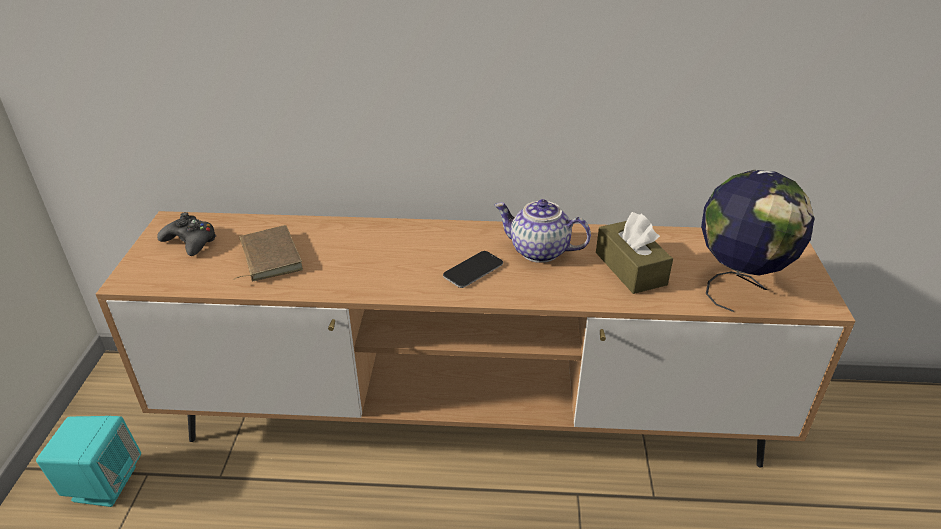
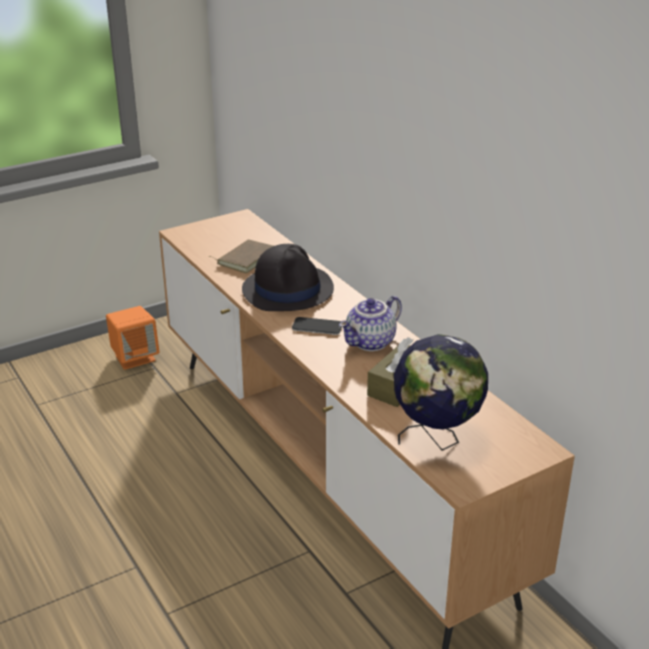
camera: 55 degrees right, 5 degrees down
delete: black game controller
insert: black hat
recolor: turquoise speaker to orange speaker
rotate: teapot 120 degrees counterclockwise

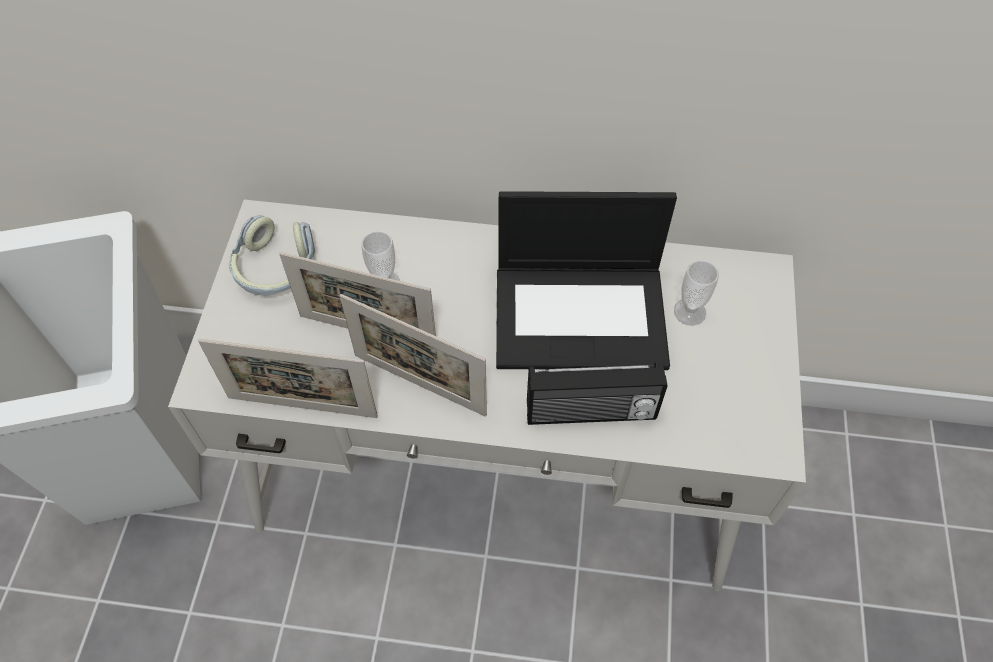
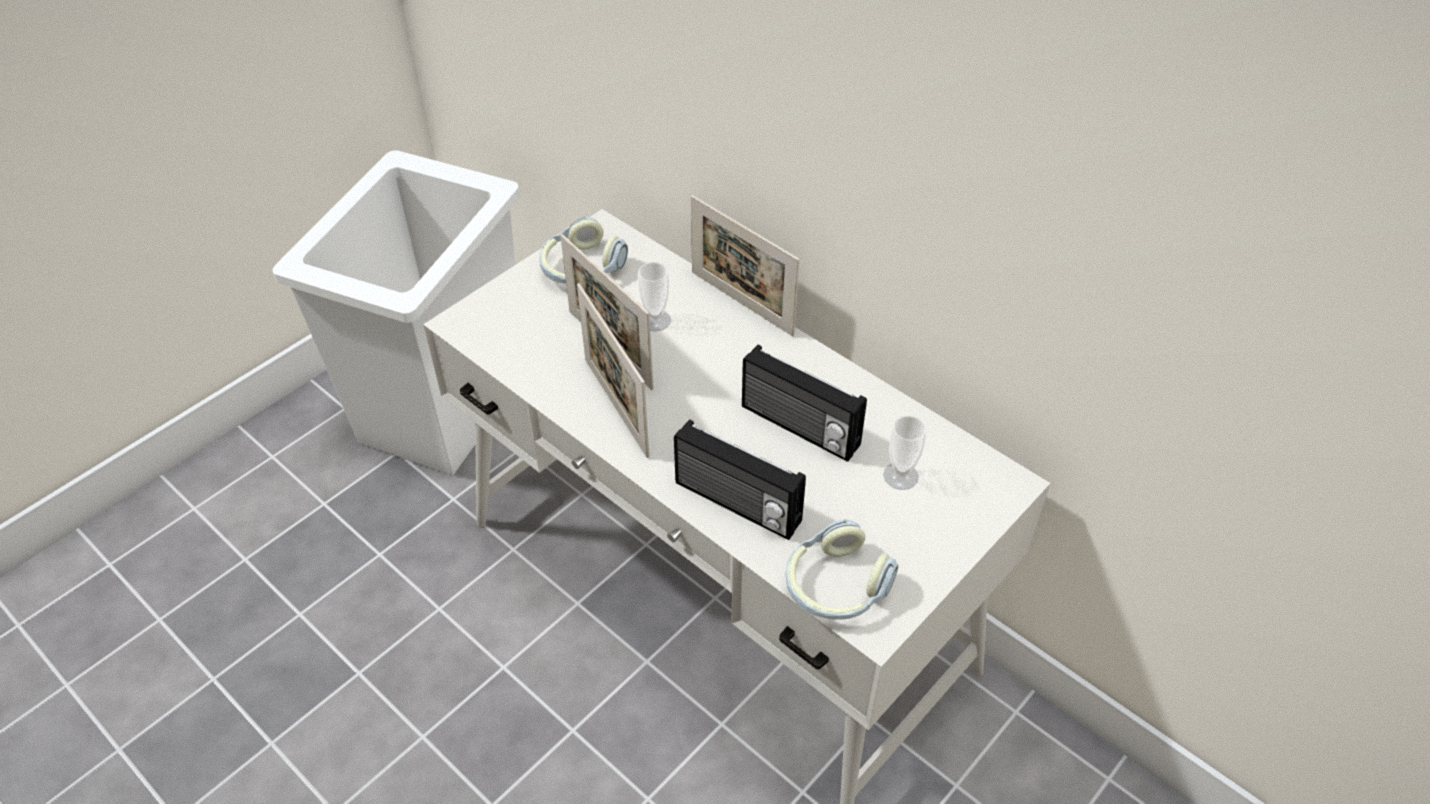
camera: 35 degrees right, 10 degrees down
insert: headphones (2nd from left)
move: picture frame (1st from left in the first image) to picture frame (3rd from left)
replace: laptop to radio (2nd from left)

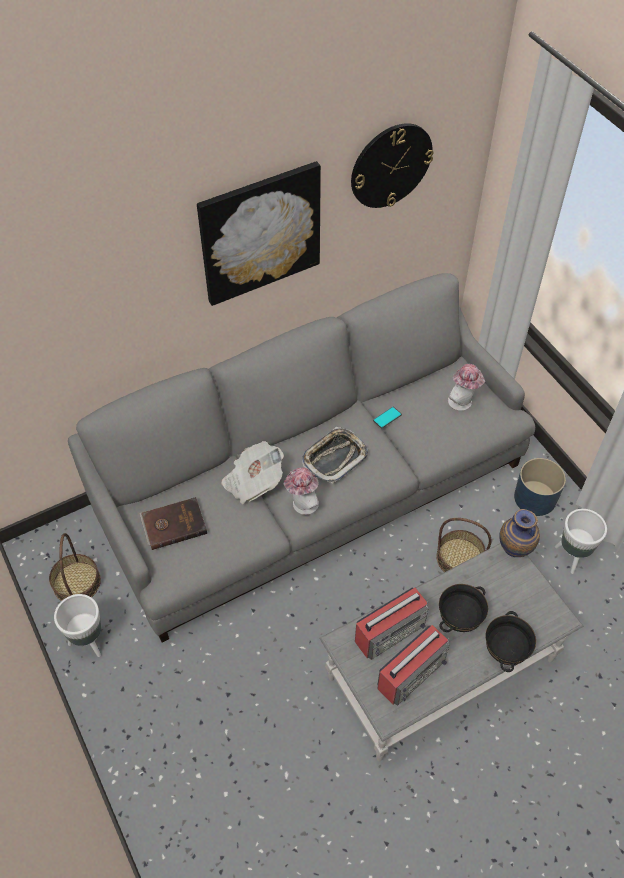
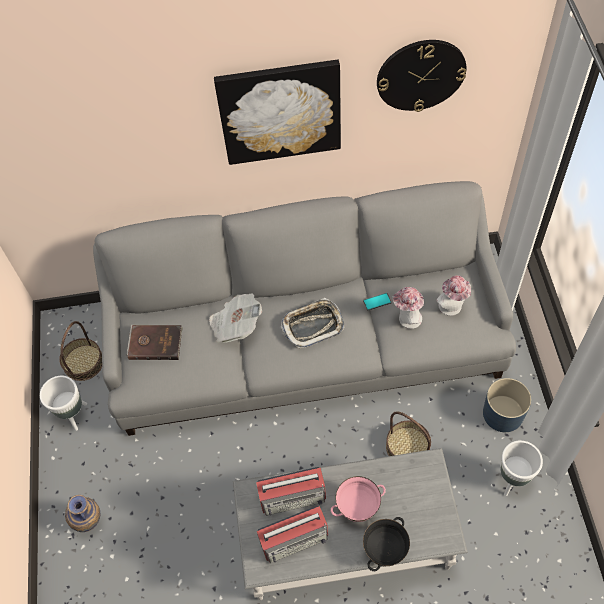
camera: 25 degrees right, 5 degrees up
move: hat (1st from left); vase
recolor: black bowl (1st from left) to pink bowl

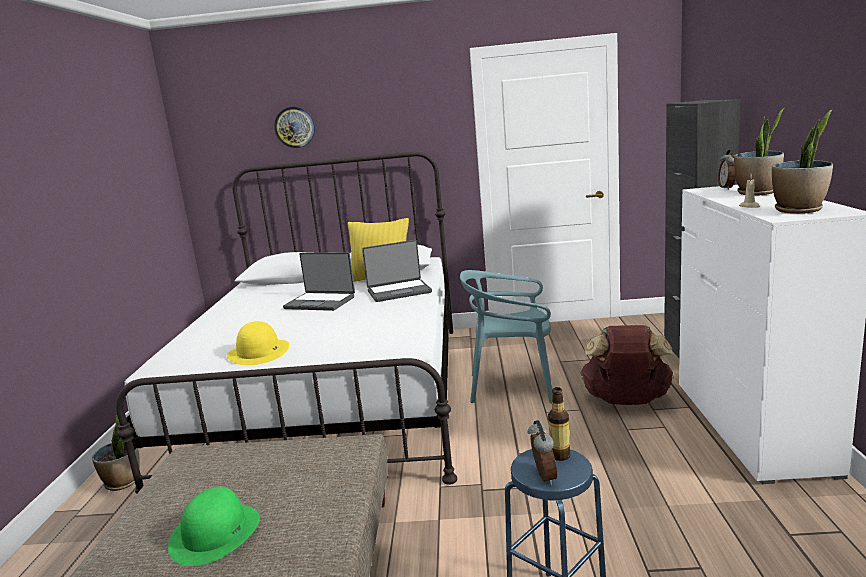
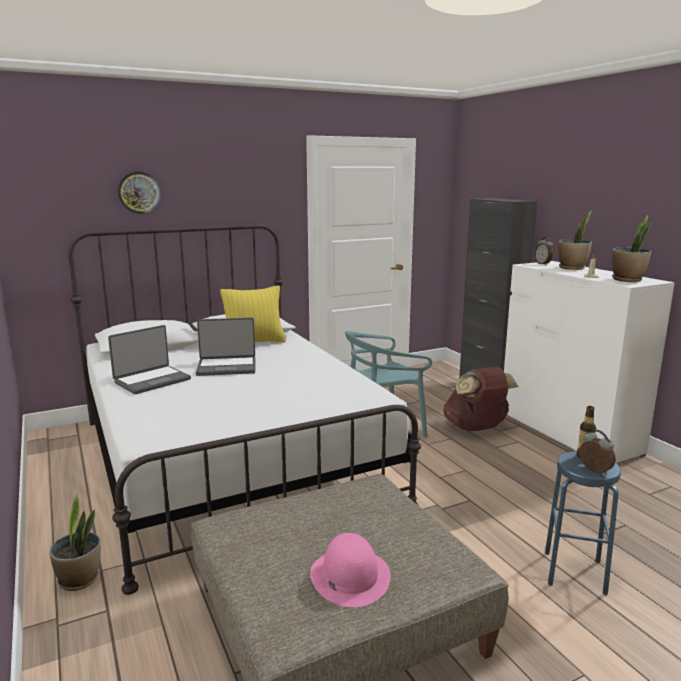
camera: 30 degrees left, 0 degrees up
delete: yellow hat
move: laptop (2nd from left in the first image) to laptop (1st from left)
recolor: green hat to pink hat

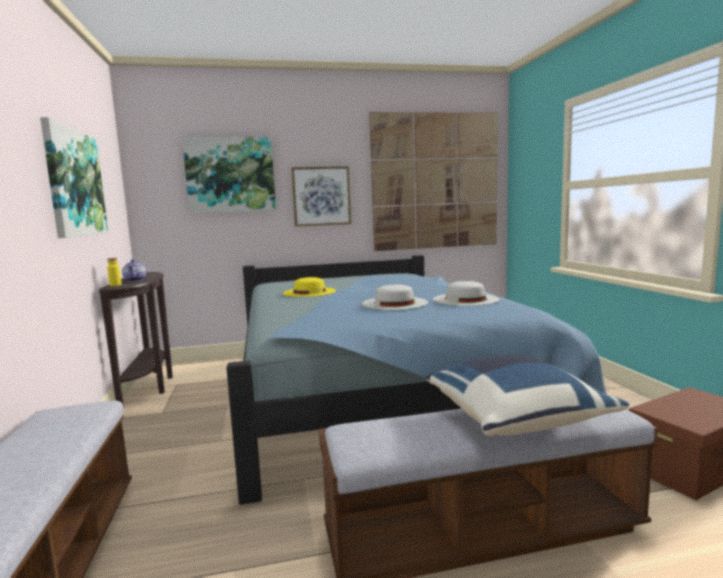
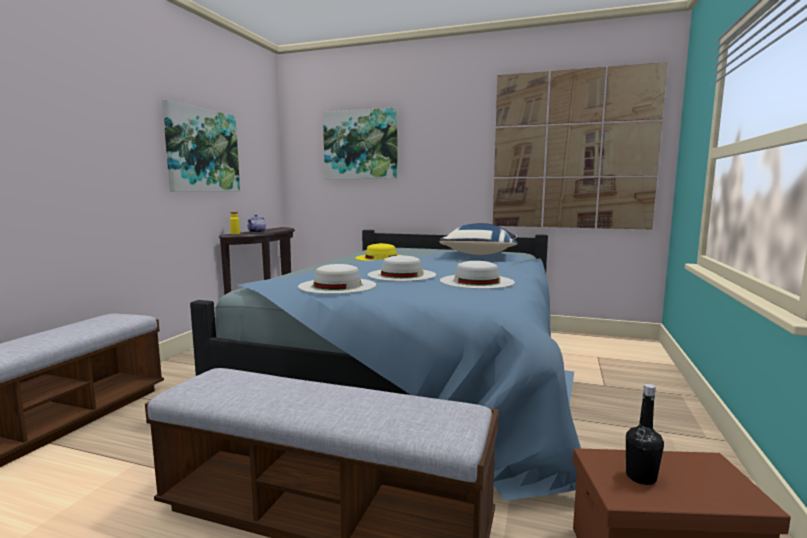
camera: 30 degrees right, 0 degrees up
delete: picture (3rd from left)
insert: white hat (1st from left); black bottle
move: blue pillow

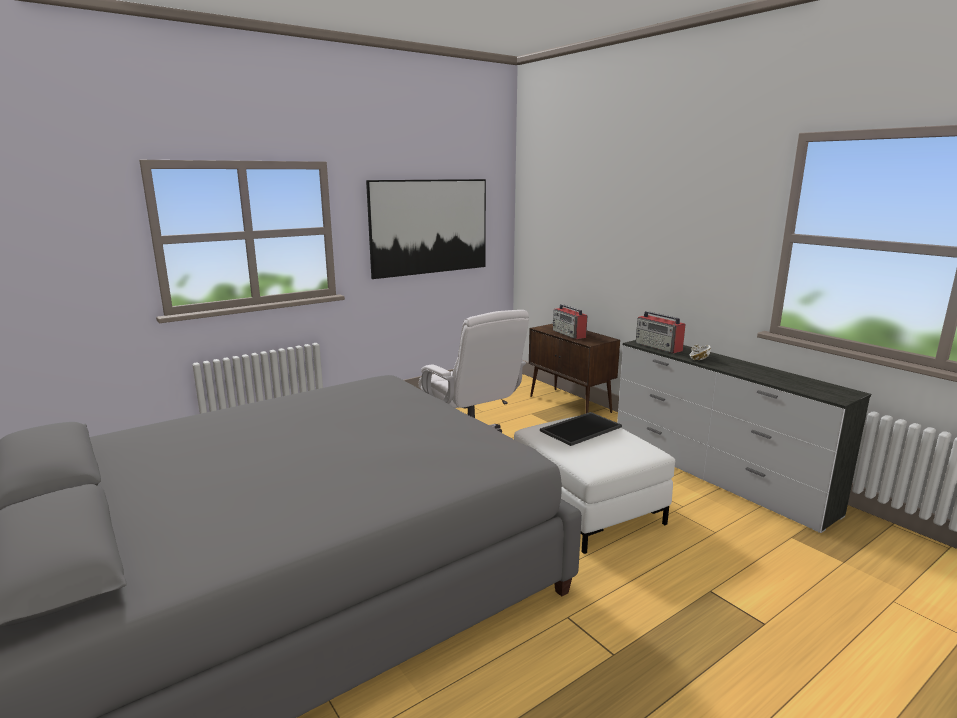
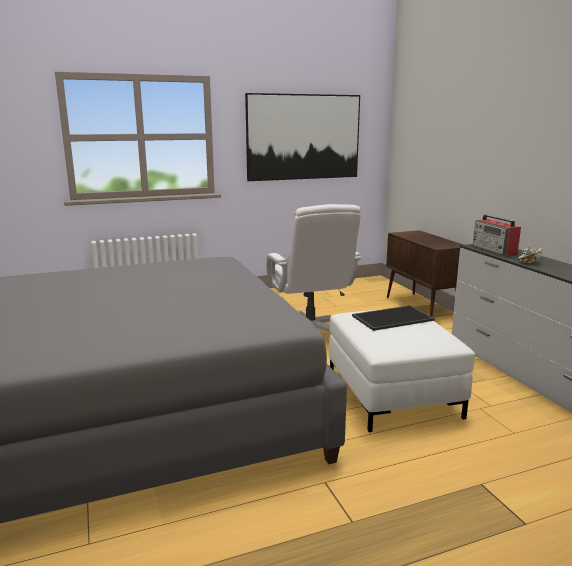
camera: 15 degrees right, 0 degrees up
delete: radio (1st from left)

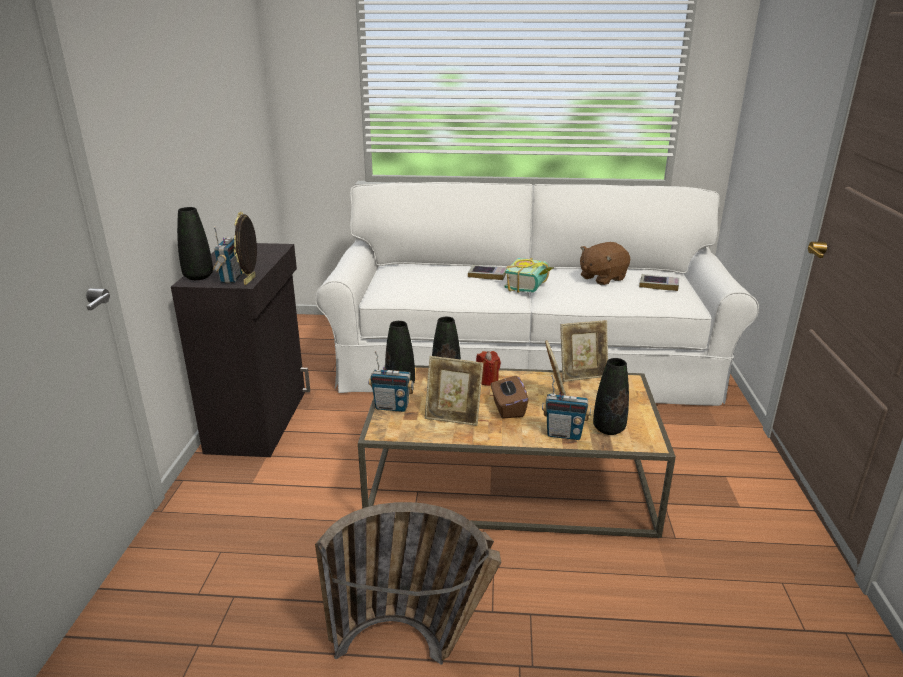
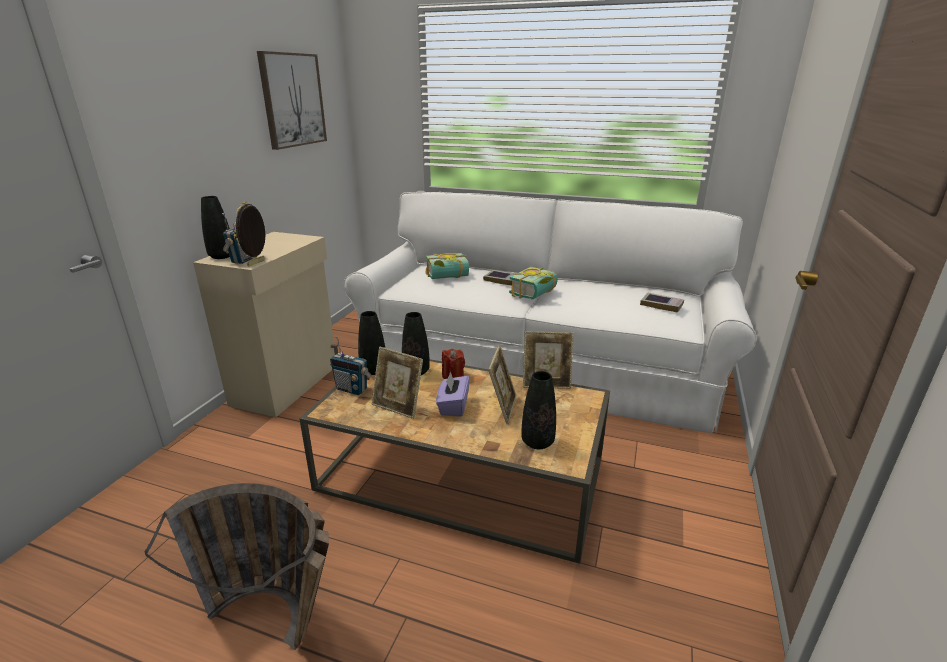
camera: 15 degrees right, 0 degrees up
delete: radio (3rd from left); brown plush toy
insert: picture; book (1st from left)
recolor: black cabinet to beige cabinet; brown tissue box to purple tissue box

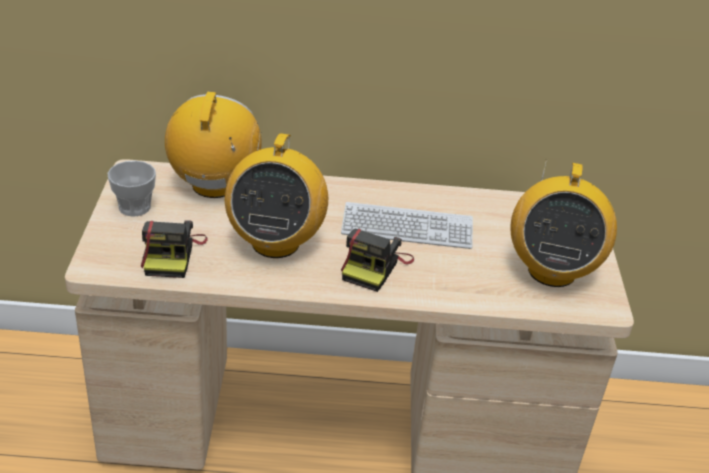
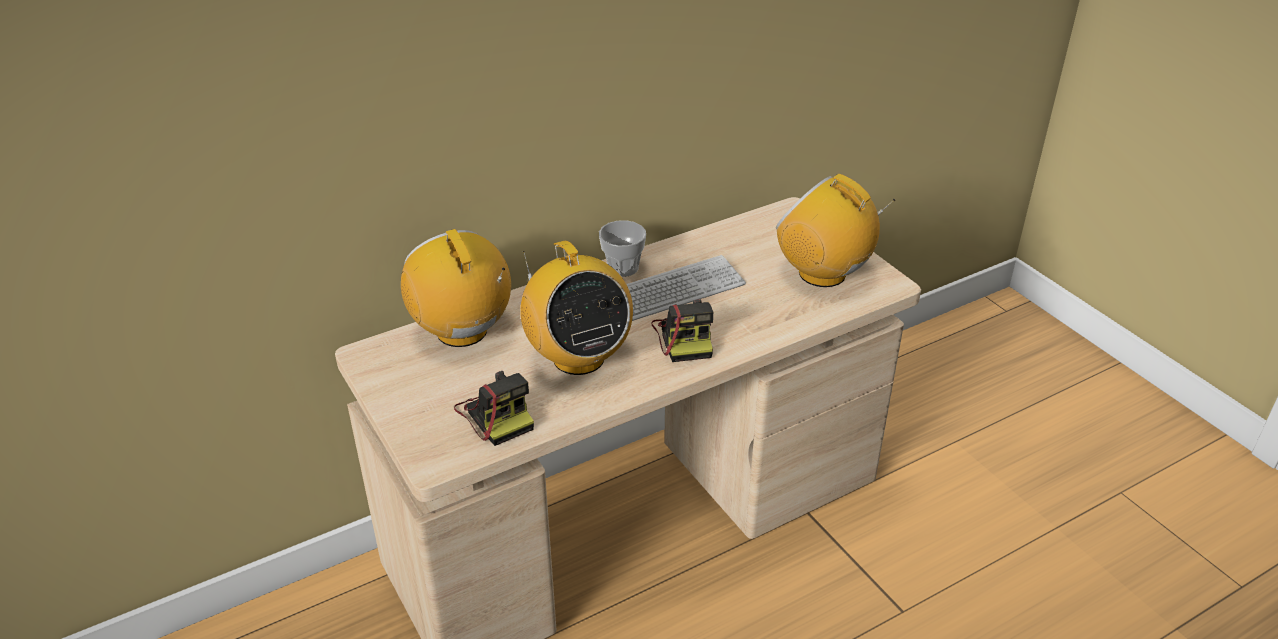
camera: 30 degrees left, 0 degrees up
move: cup
rotate: radio (3rd from left) 150 degrees clockwise

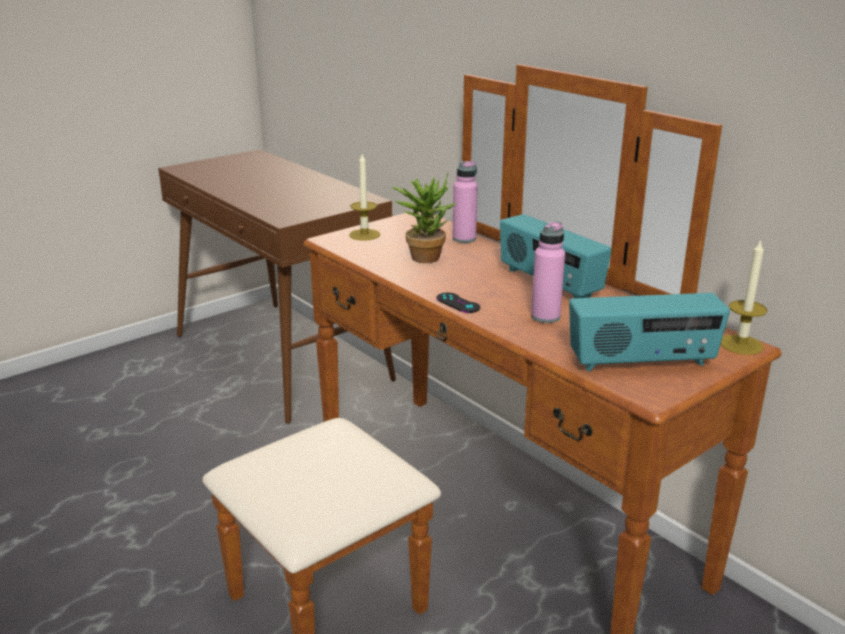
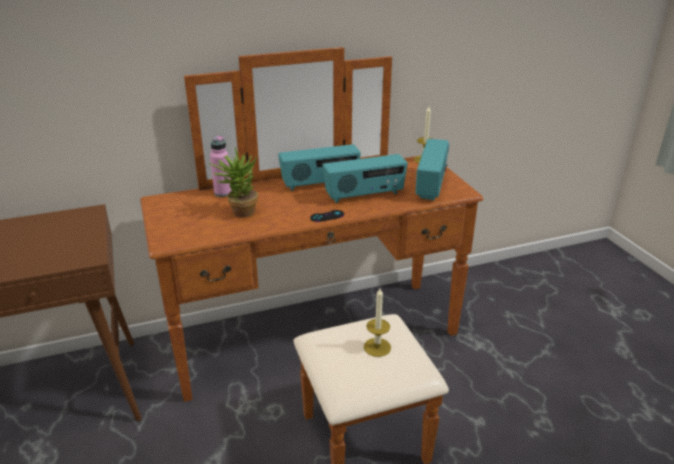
camera: 70 degrees left, 5 degrees up
move: candle (1st from left)
replace: pink bottle (2nd from left) to radio (2nd from left)

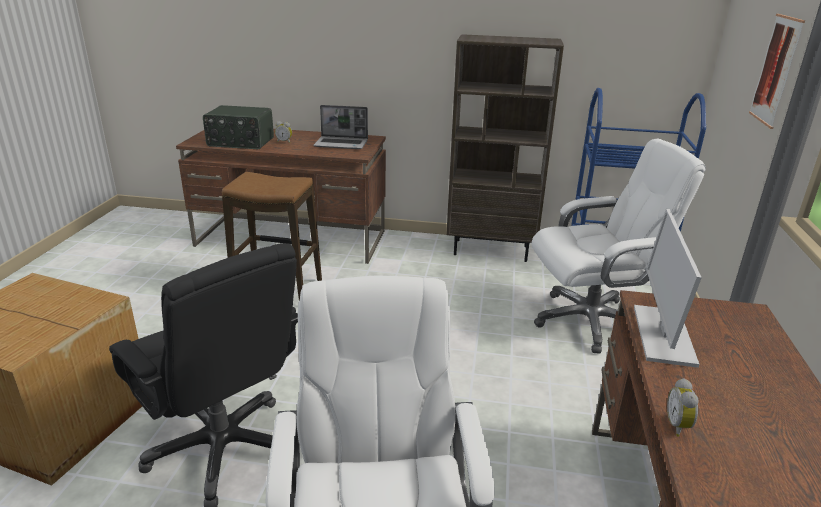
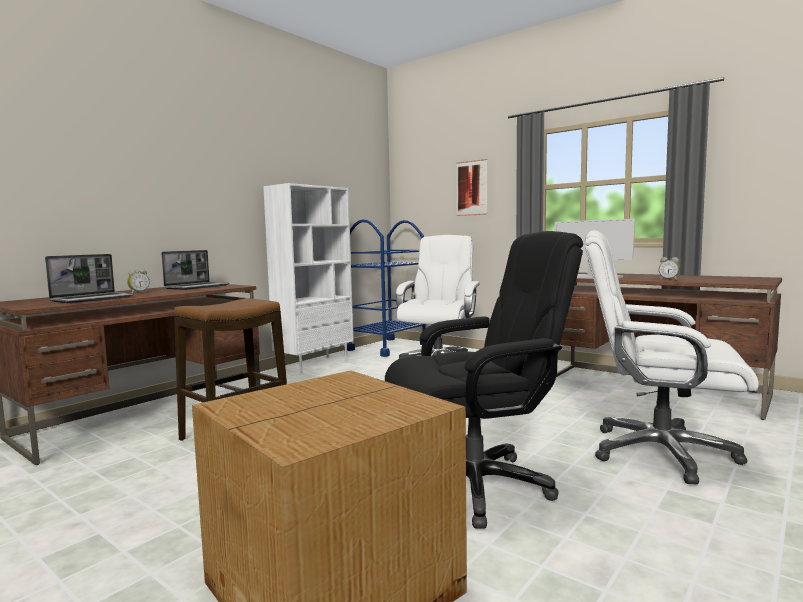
camera: 60 degrees left, 20 degrees down
replace: radio to laptop (1st from left)
recolor: brown bookcase to white bookcase

